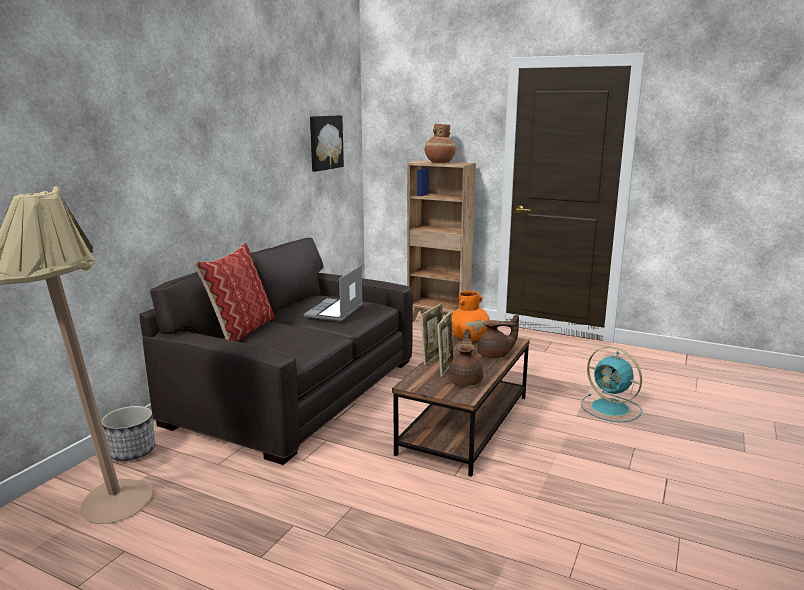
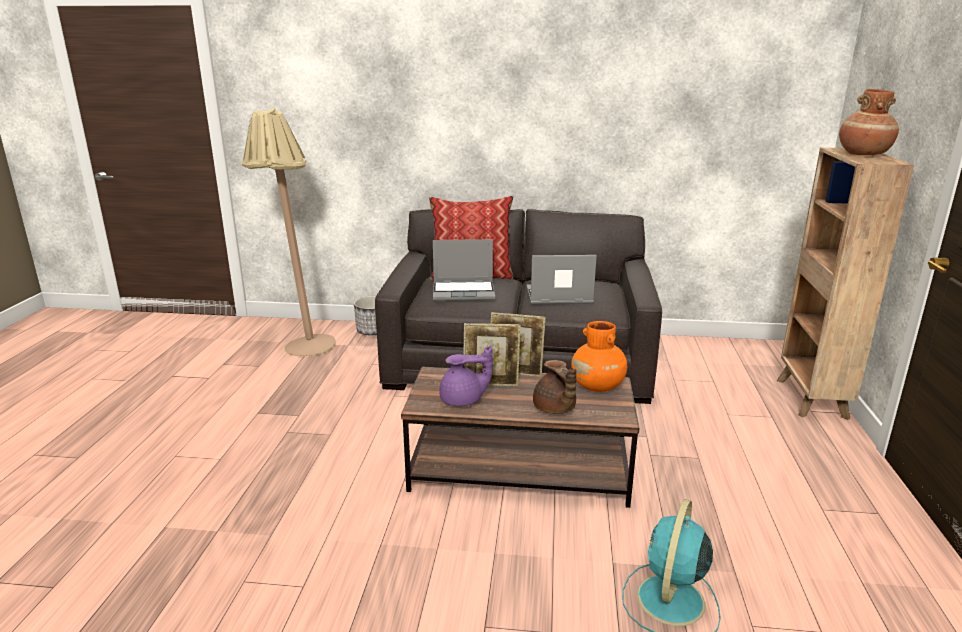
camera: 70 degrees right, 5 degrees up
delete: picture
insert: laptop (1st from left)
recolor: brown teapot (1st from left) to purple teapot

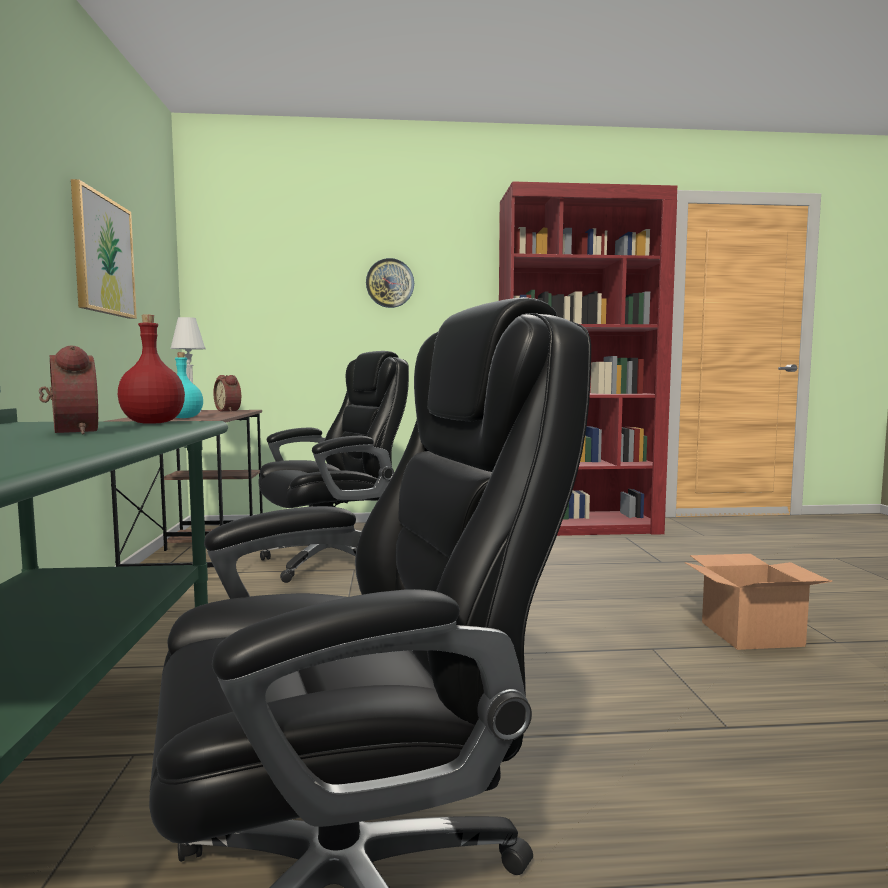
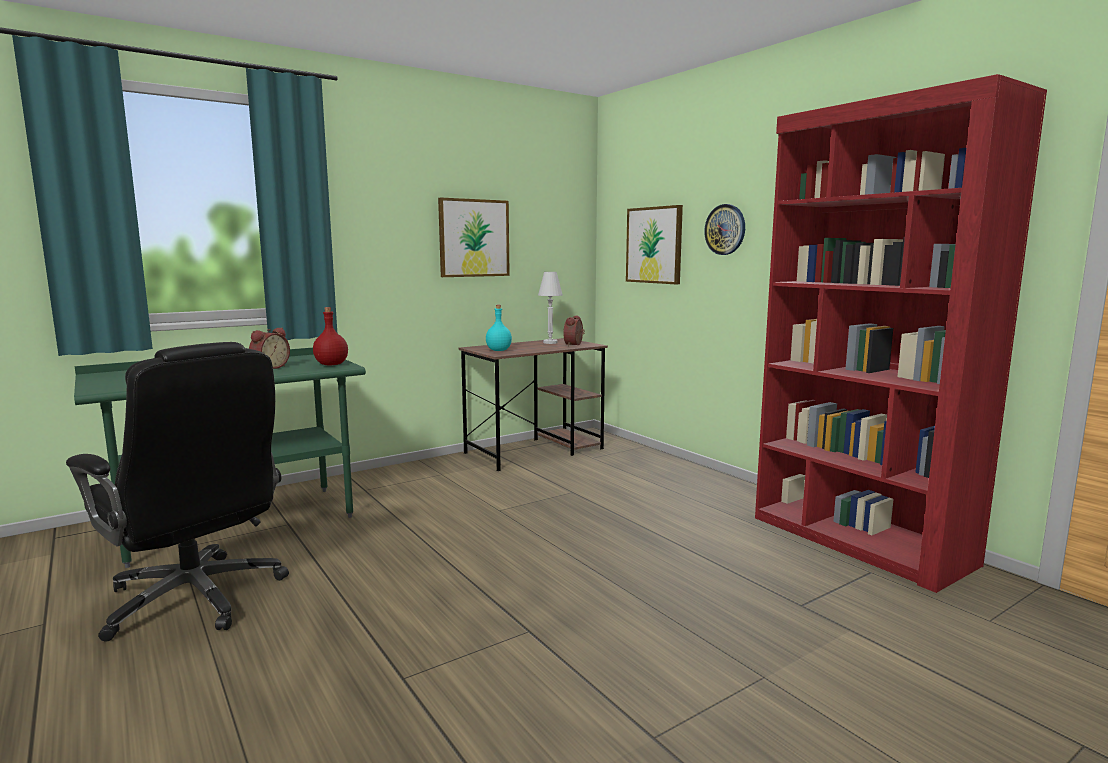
camera: 60 degrees right, 5 degrees up
delete: black office chair (1st from left); cardboard box
insert: picture (2nd from left)

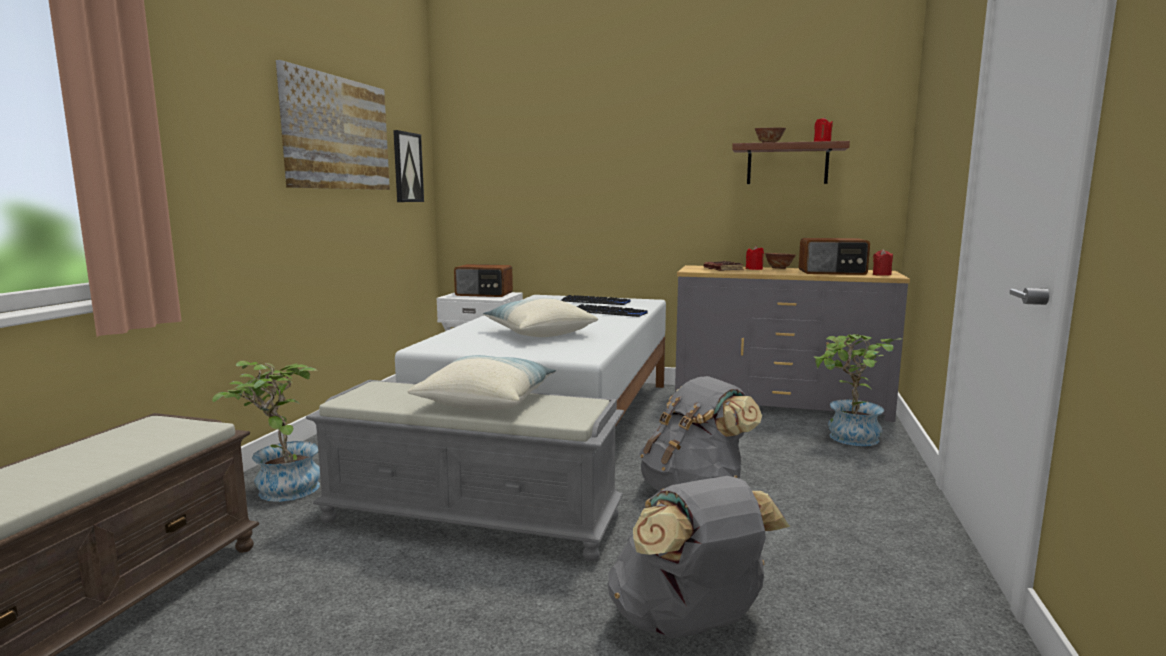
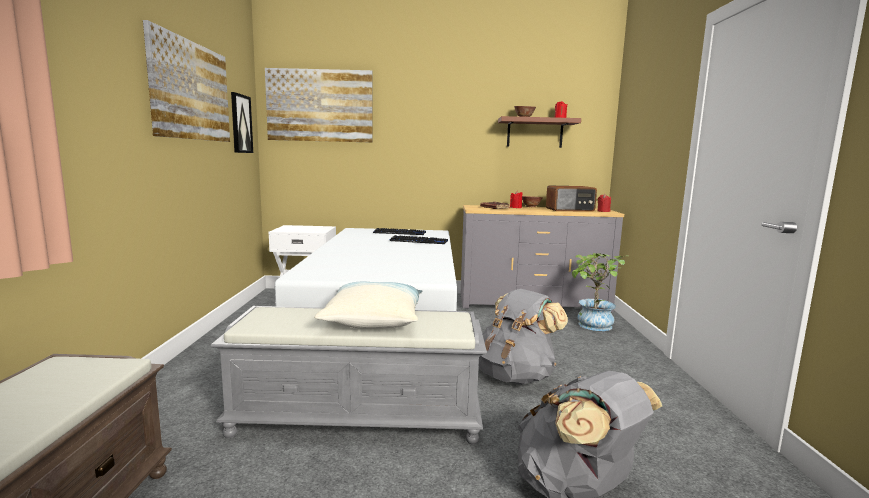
camera: 15 degrees left, 0 degrees up
delete: potted plant (1st from left); radio (1st from left); pillow (2nd from left)
insert: picture (3rd from left)

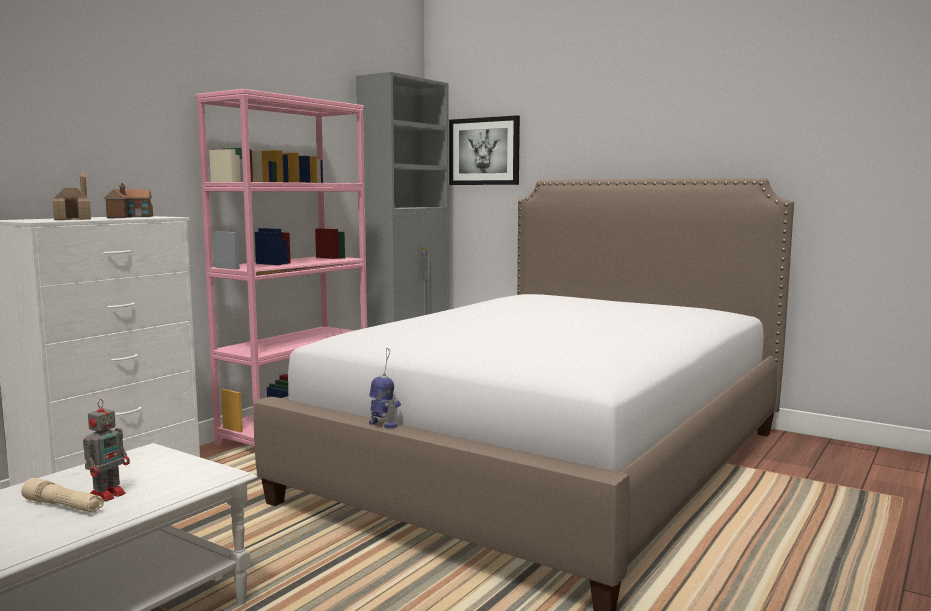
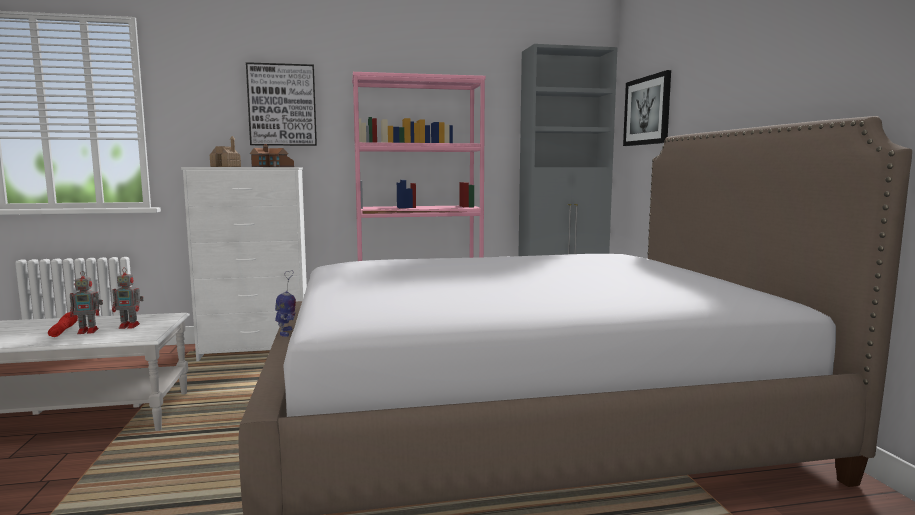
camera: 45 degrees right, 0 degrees up
insert: toy robot (2nd from left); picture (1st from left)
recolor: beige flashlight to red flashlight

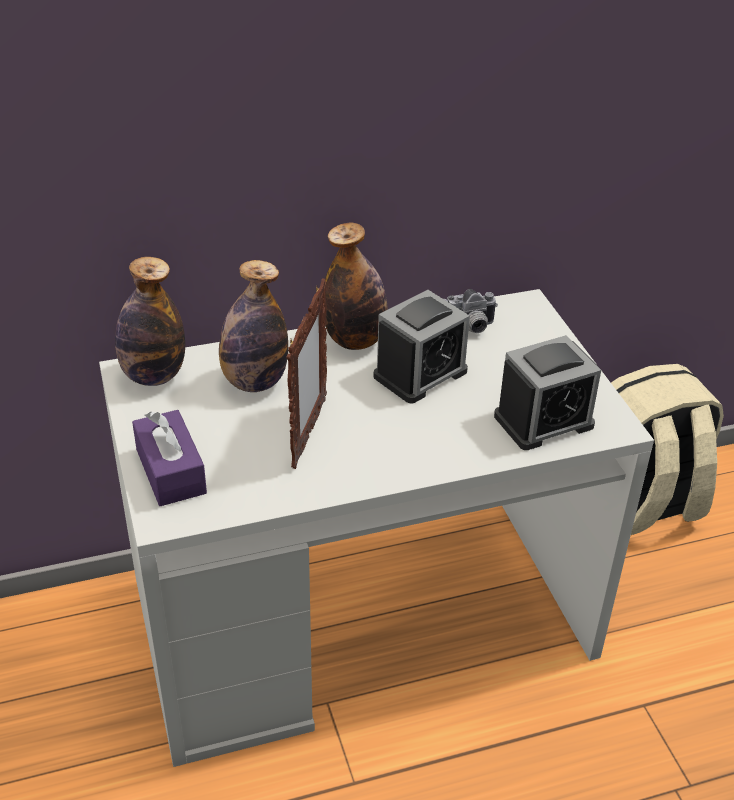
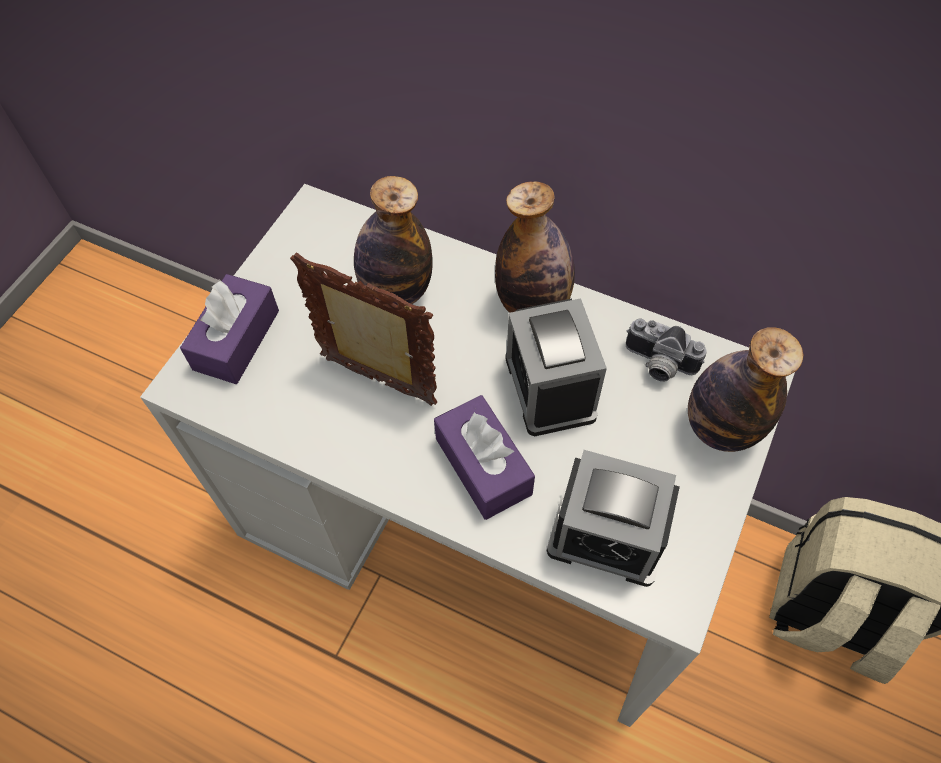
camera: 45 degrees right, 20 degrees up
insert: purple tissue box (2nd from left)
move: bottle (1st from left in the first image) to bottle (3rd from left)
rotate: picture frame 120 degrees counterclockwise; alarm clock (1st from left) 75 degrees clockwise

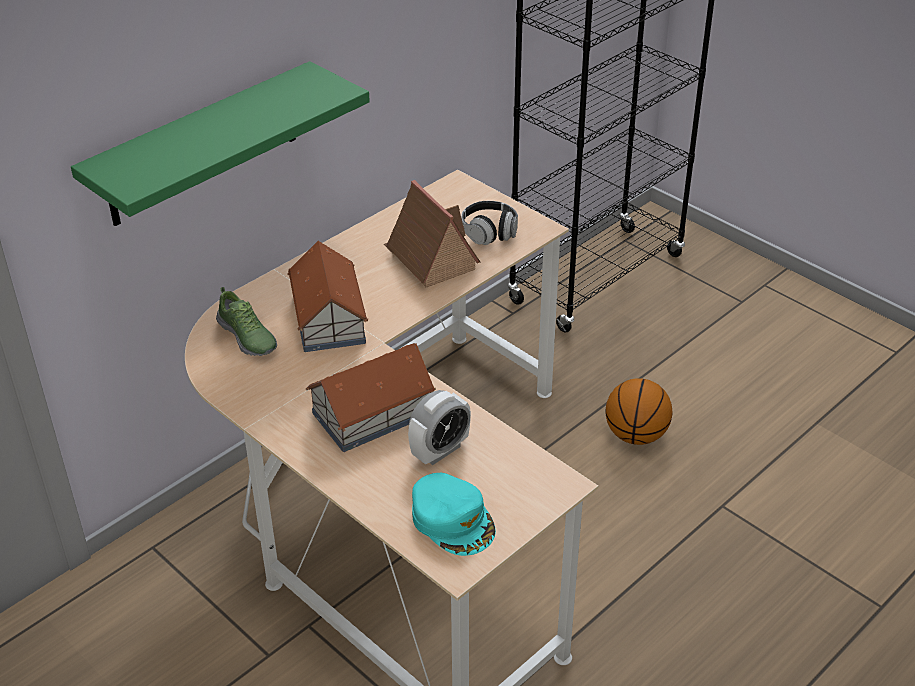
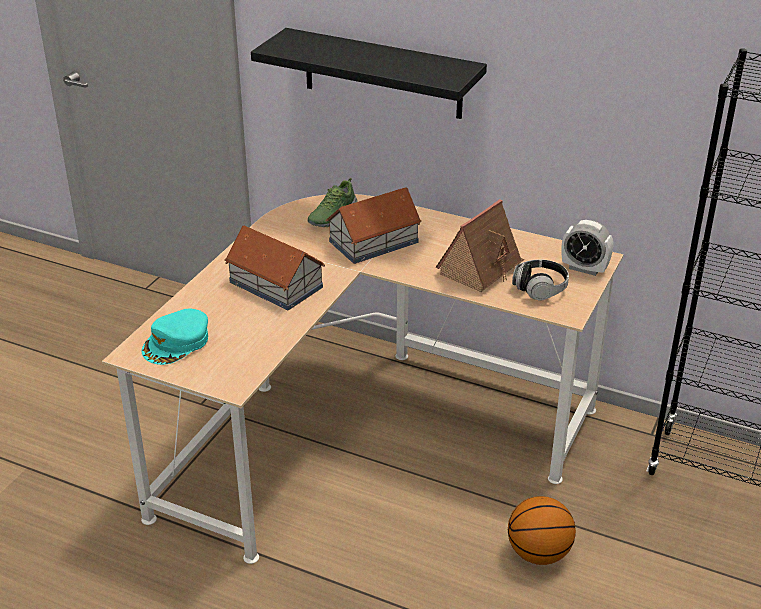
camera: 70 degrees right, 5 degrees down
move: alarm clock
recolor: green shelf to black shelf

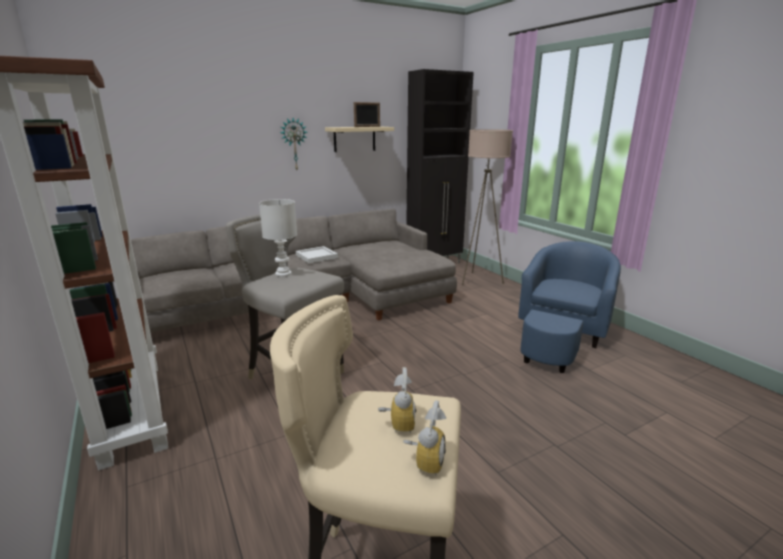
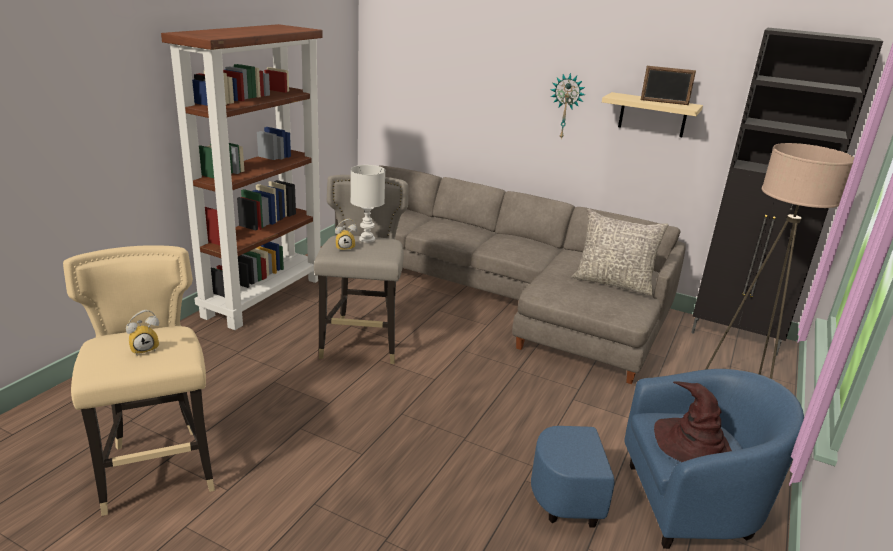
camera: 55 degrees right, 5 degrees up
delete: white tray
insert: grey pillow; brown hat
move: alarm clock (2nd from left)

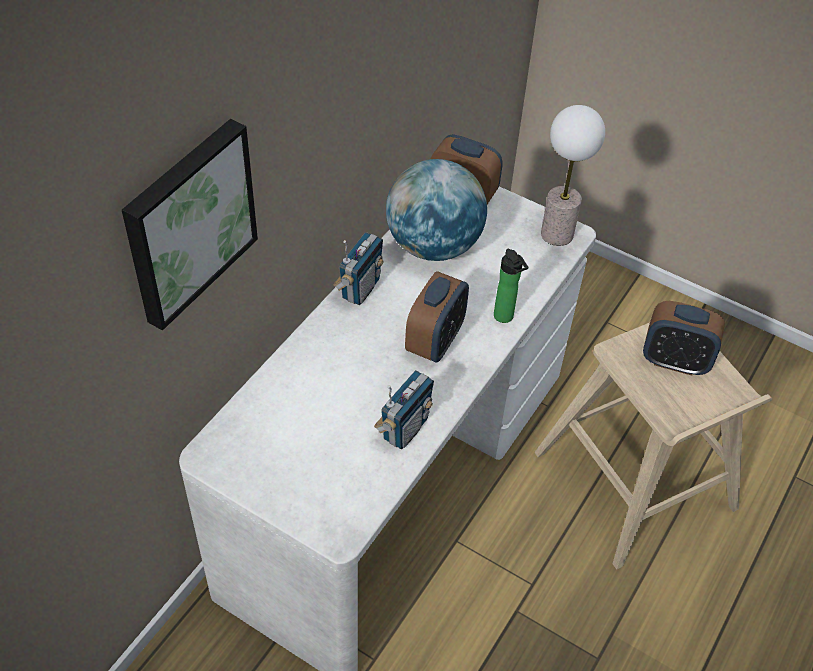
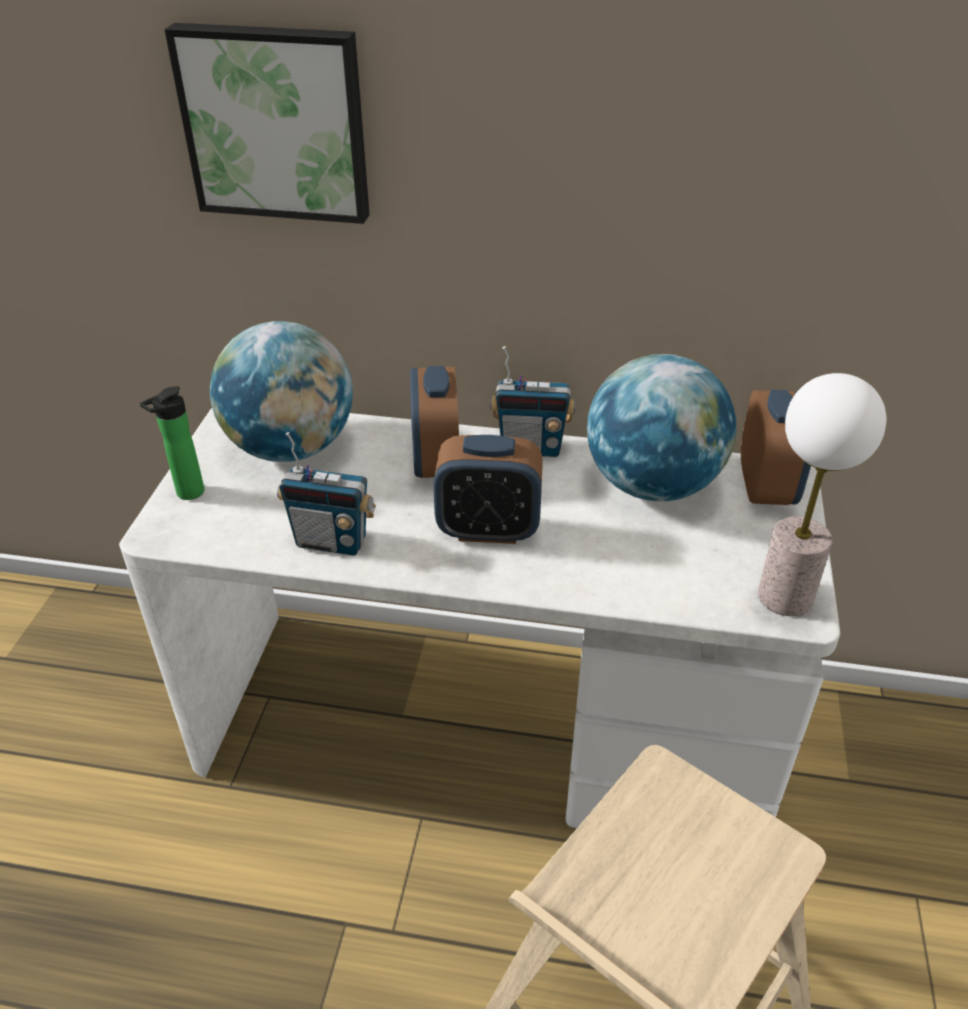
camera: 70 degrees right, 10 degrees down
insert: globe (1st from left)
move: bottle; alarm clock (3rd from left in the first image) to alarm clock (1st from left)

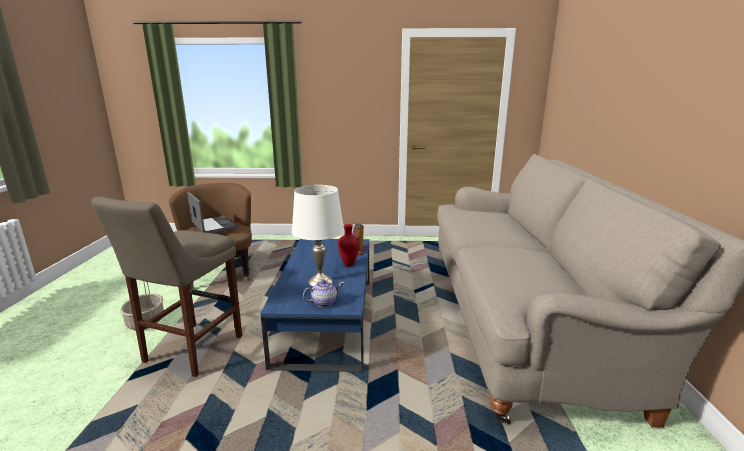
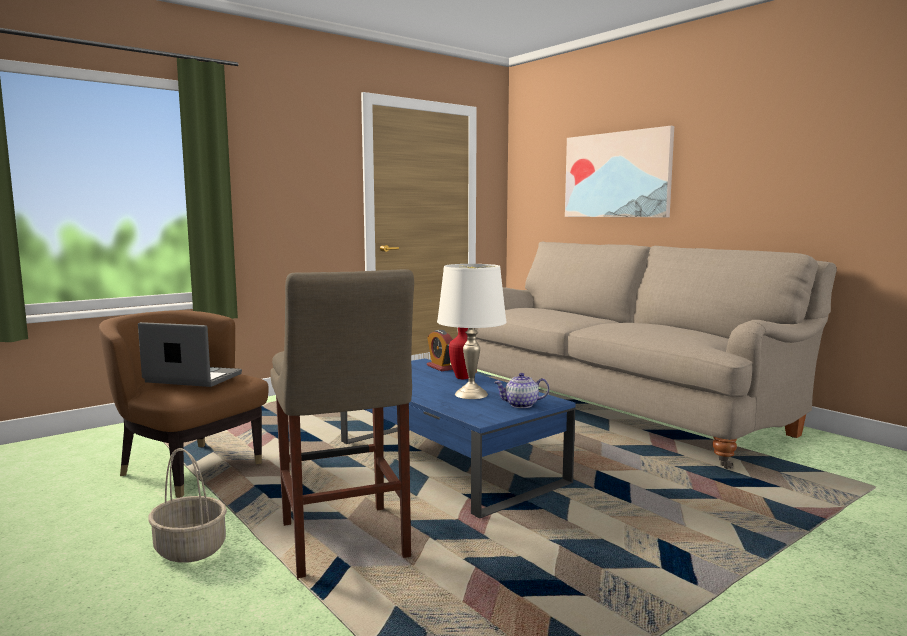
camera: 40 degrees left, 10 degrees down
insert: picture
rotate: teapot 120 degrees counterclockwise

